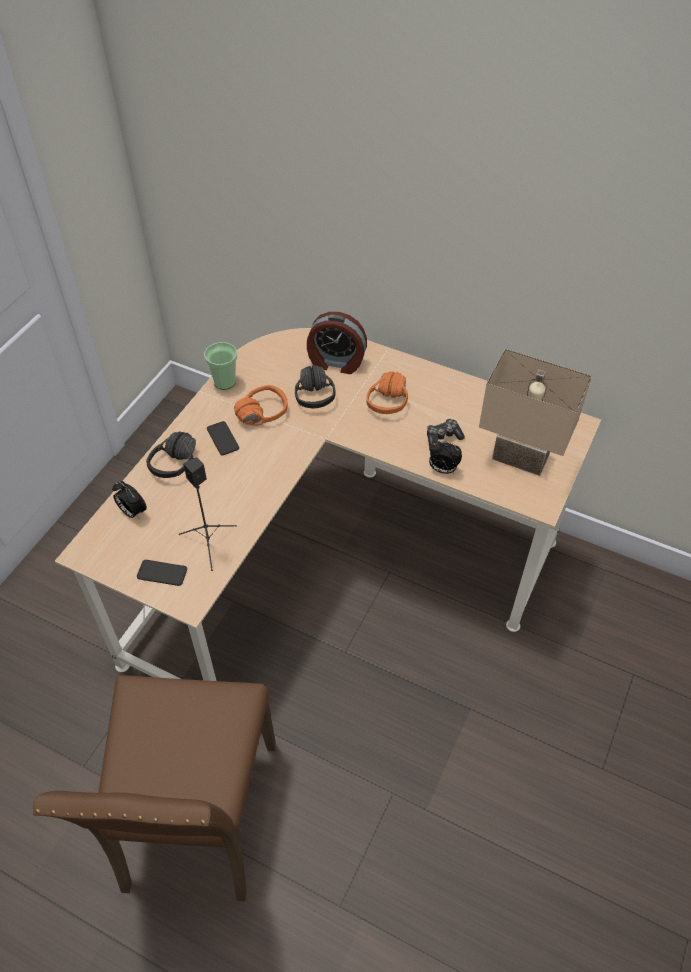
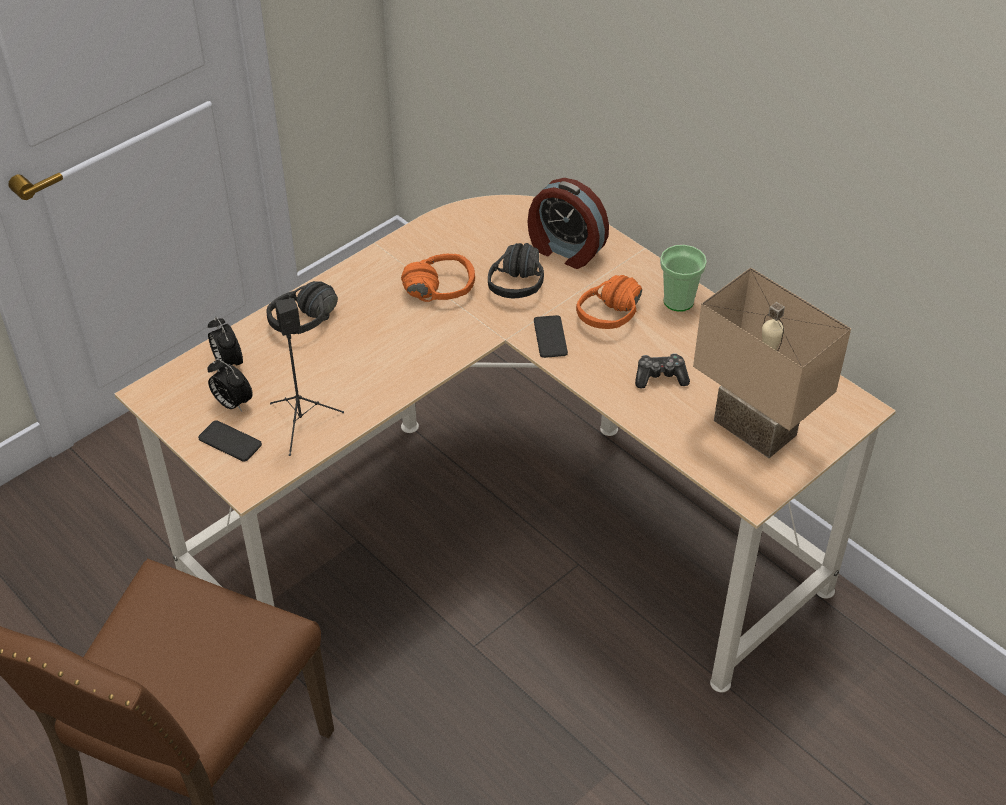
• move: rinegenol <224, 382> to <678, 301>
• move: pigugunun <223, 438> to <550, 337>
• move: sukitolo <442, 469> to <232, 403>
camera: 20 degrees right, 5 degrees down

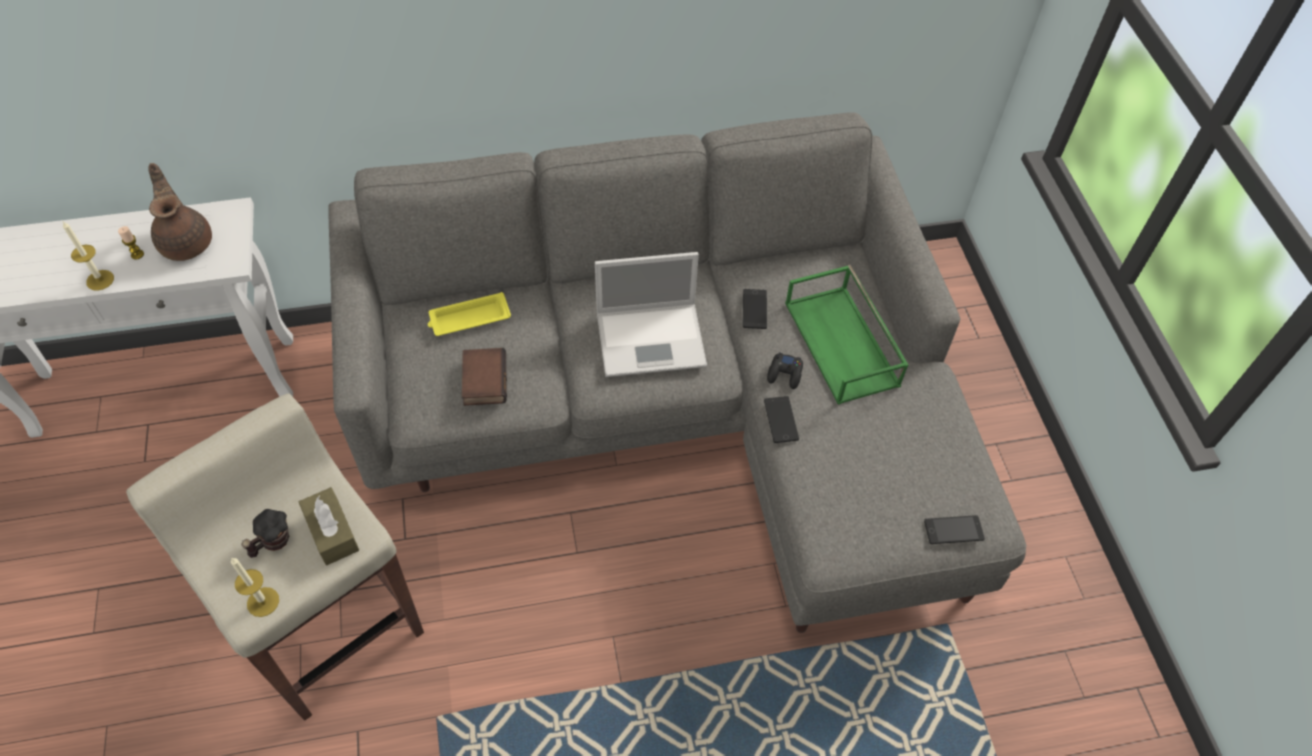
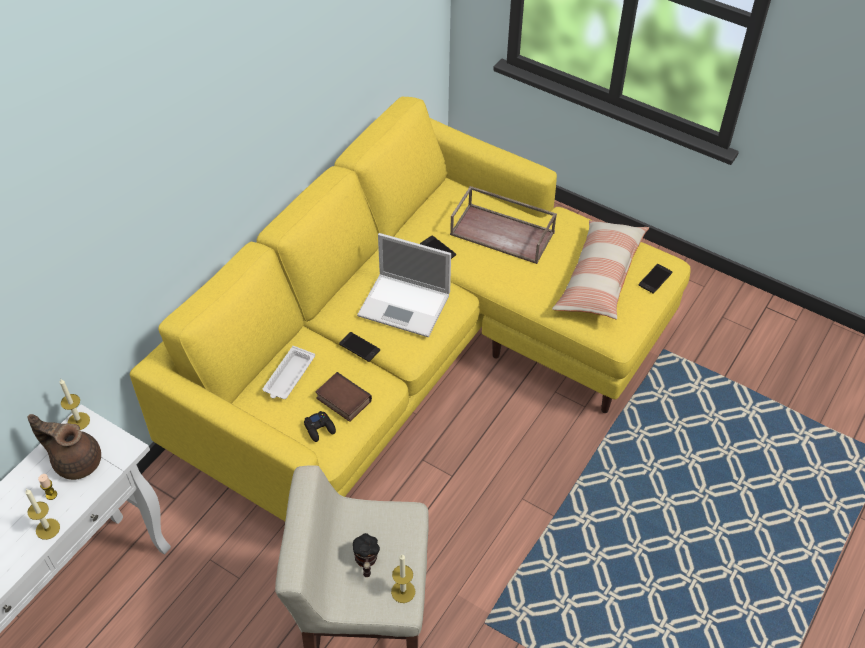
• delete: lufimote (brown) <332, 532>
• insert: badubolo <78, 421>
• insert: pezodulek <600, 278>
• move: pigugunun <781, 420> to <359, 347>
• move: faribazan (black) <785, 374> to <320, 428>
• recolor: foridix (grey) <680, 411> to foridix (yellow) <415, 357>
• recolor: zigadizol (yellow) <468, 319> to zigadizol (white) <289, 376>
• recolor: zigadizol (green) <843, 344> to zigadizol (brown) <503, 233>
• rotate: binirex <653, 339> = <406, 305> 75 degrees clockwise
camera: 45 degrees left, 5 degrees down

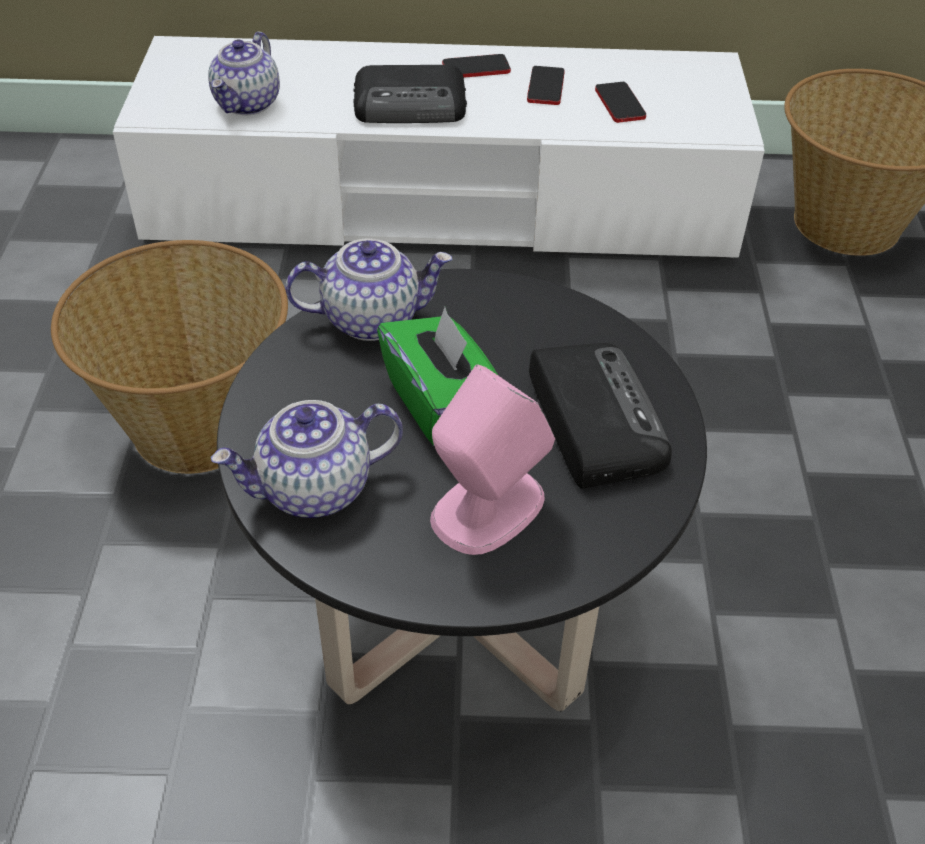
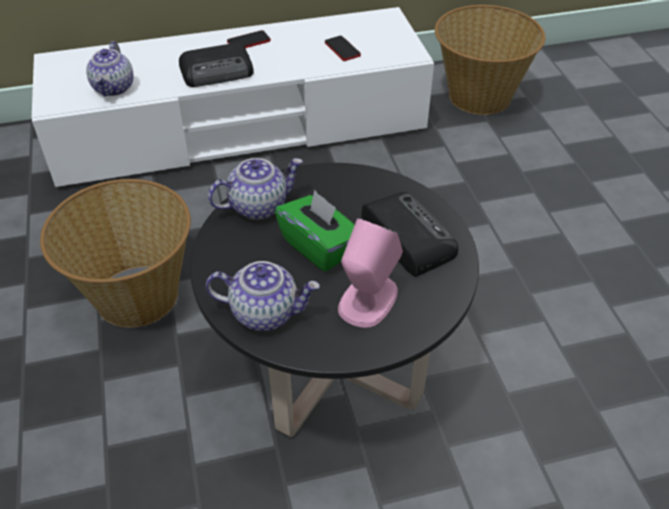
• delete: pigugunun <545, 87>
• rotate: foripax <314, 490> = <265, 312> 135 degrees counterclockwise
camera: 15 degrees left, 0 degrees up

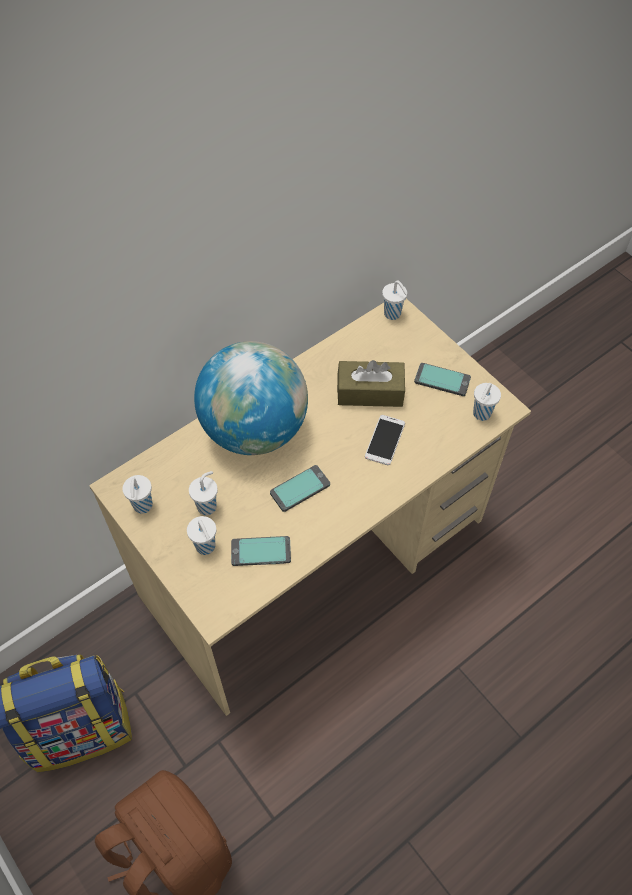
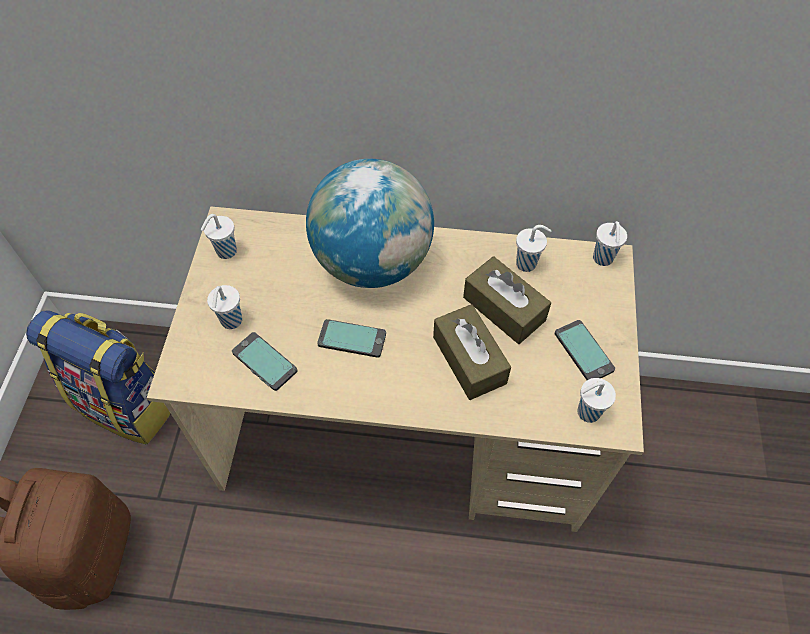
• move: rinegenol (white) <207, 506> to <527, 263>
• replace: pigugunun <385, 440> to lufimote (brown) <469, 360>
camera: 45 degrees right, 0 degrees up

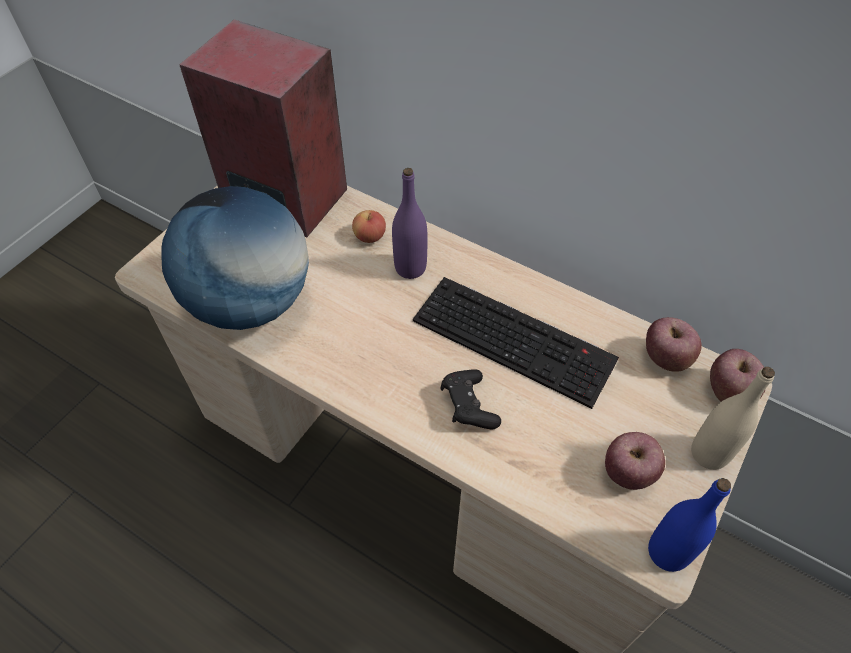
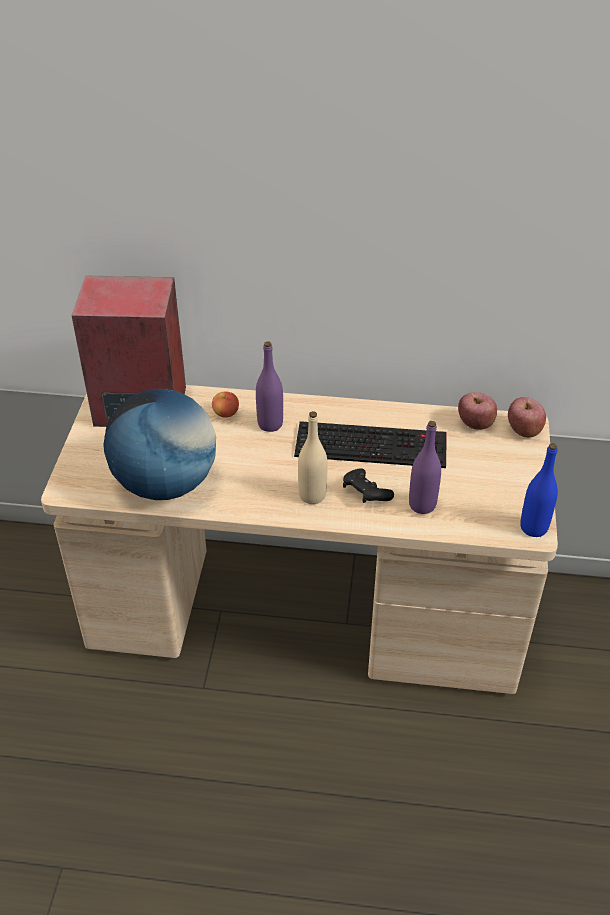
• delete: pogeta <628, 473>
• insert: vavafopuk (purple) <422, 505>
• move: vavafopuk (beige) <709, 453> to <312, 495>
camera: 25 degrees left, 10 degrees down

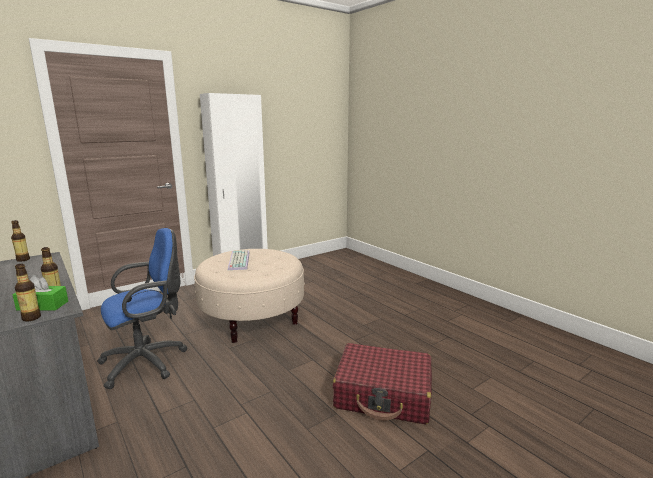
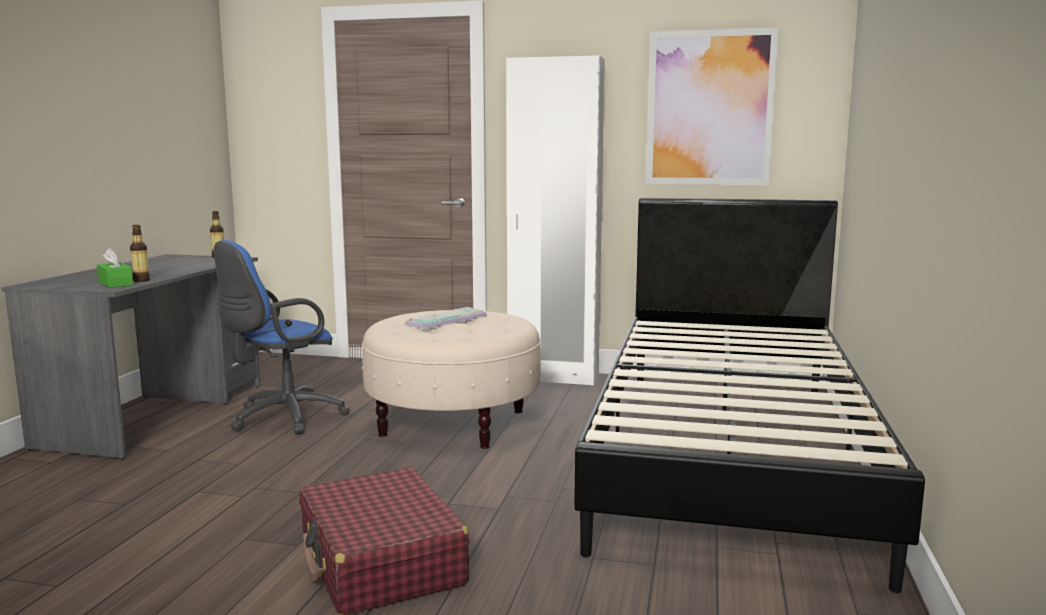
• delete: vavafopuk <31, 318>
• insert: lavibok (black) <729, 452>
• insert: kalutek <709, 108>
• rotate: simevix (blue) <148, 362> = <282, 418> 120 degrees clockwise
camera: 50 degrees right, 5 degrees down

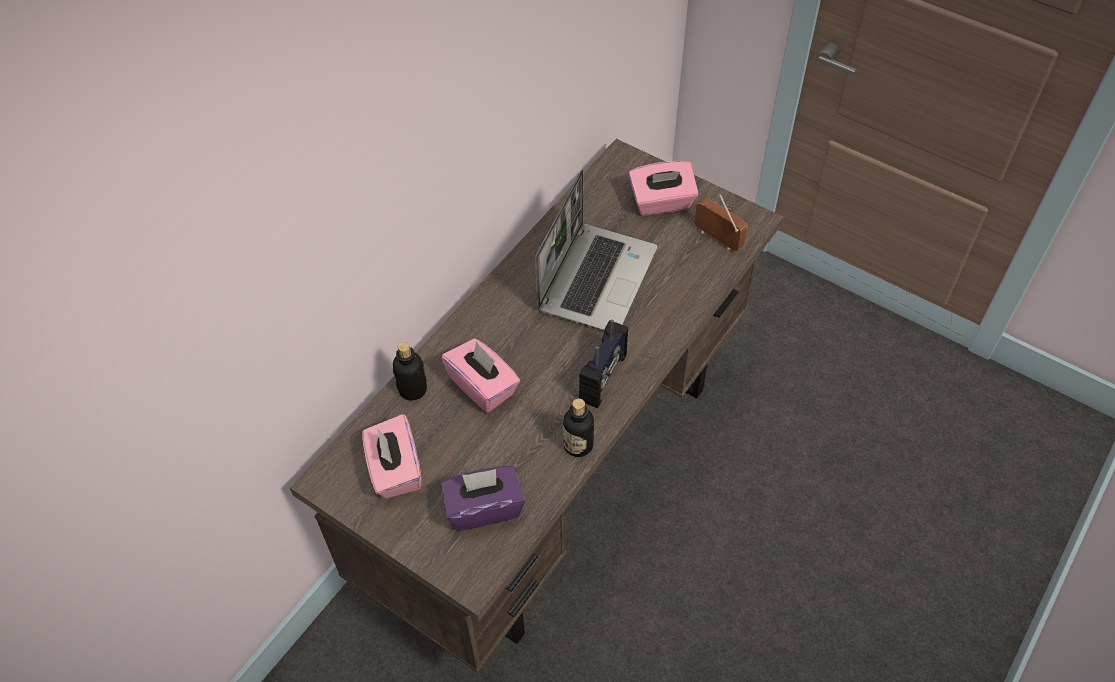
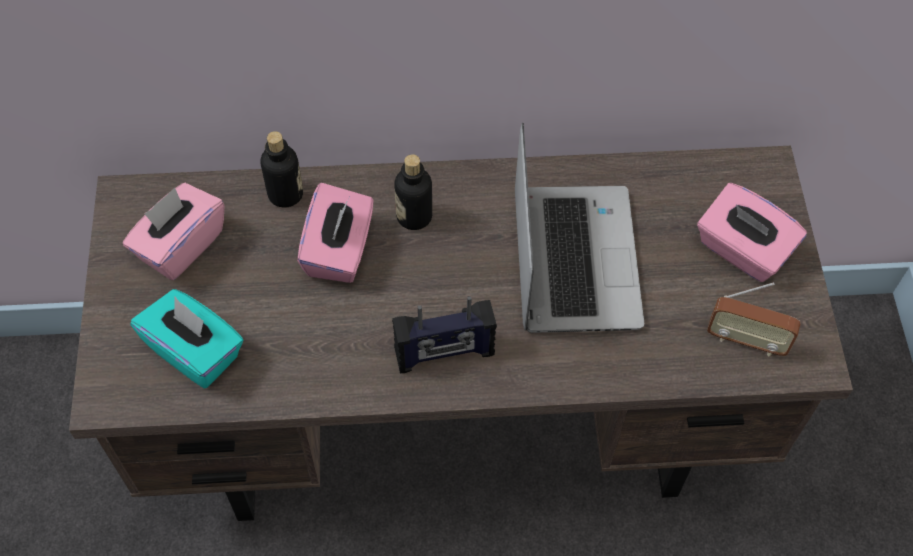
• move: vavafopuk <578, 445> to <414, 216>
• recolor: lufimote (purple) <484, 507> to lufimote (turquoise) <195, 351>
• rotate: binirex <596, 278> = <572, 258> 75 degrees counterclockwise
• rotate: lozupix <717, 238> = <746, 340> 105 degrees clockwise
camera: 50 degrees right, 5 degrees up

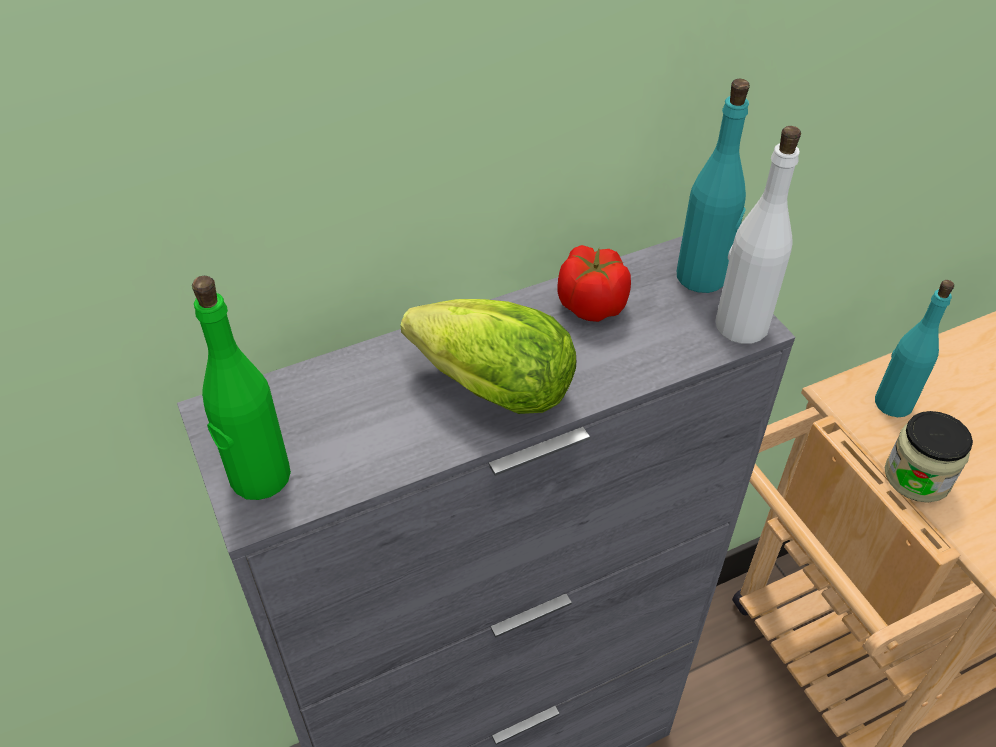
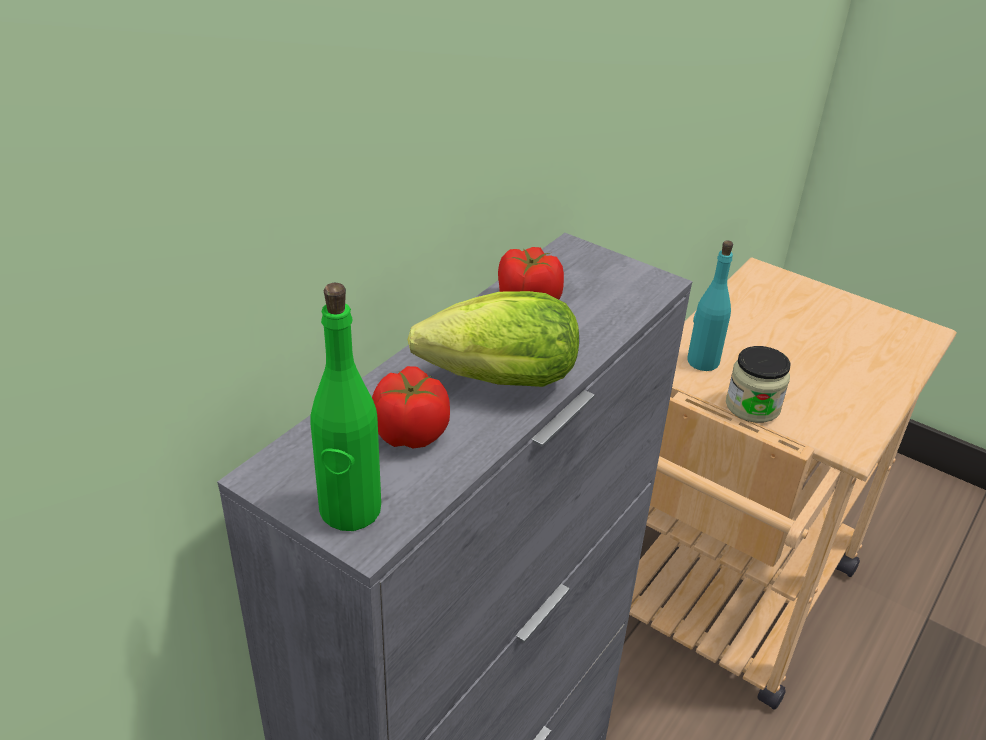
• delete: vavafopuk (turquoise) <702, 276>
• delete: vavafopuk (white) <741, 325>
• insert: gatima <411, 432>
camera: 30 degrees left, 10 degrees down

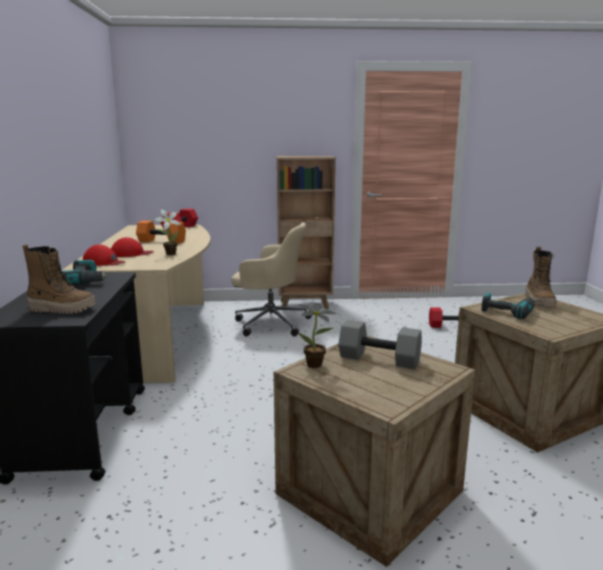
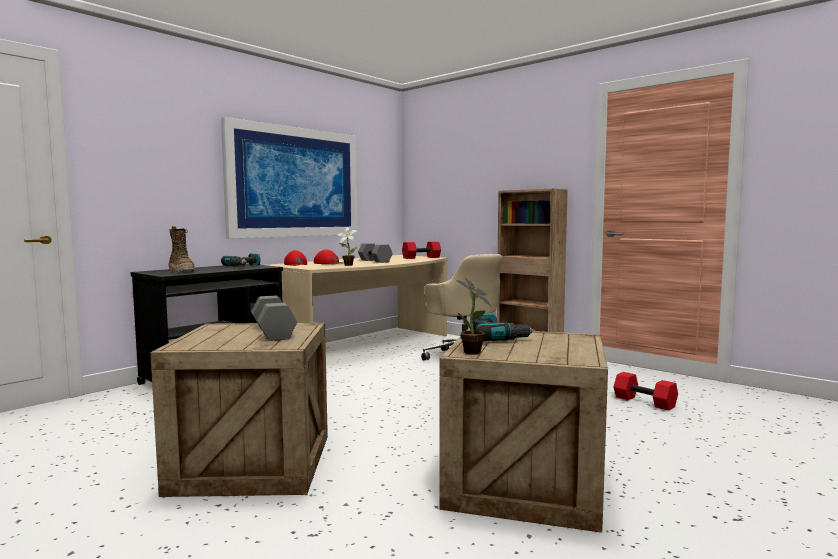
• delete: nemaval <539, 302>
• insert: kalutek <295, 182>
• move: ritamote <317, 365> to <473, 353>
• recolor: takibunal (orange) <162, 241> to takibunal (grey) <375, 261>
camera: 45 degrees right, 10 degrees down

